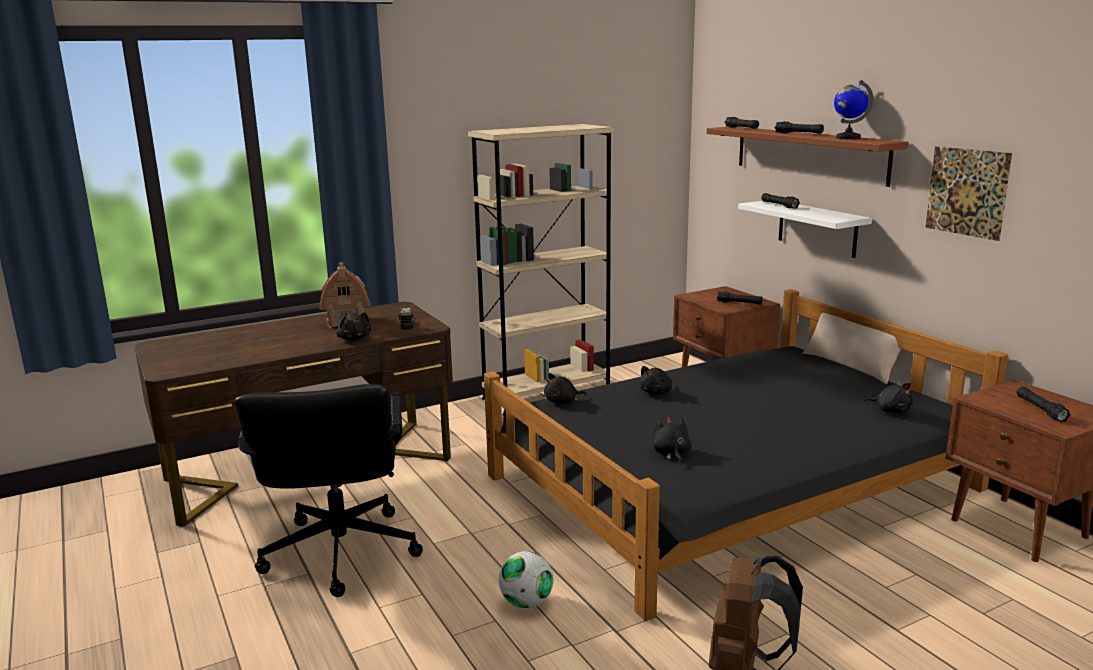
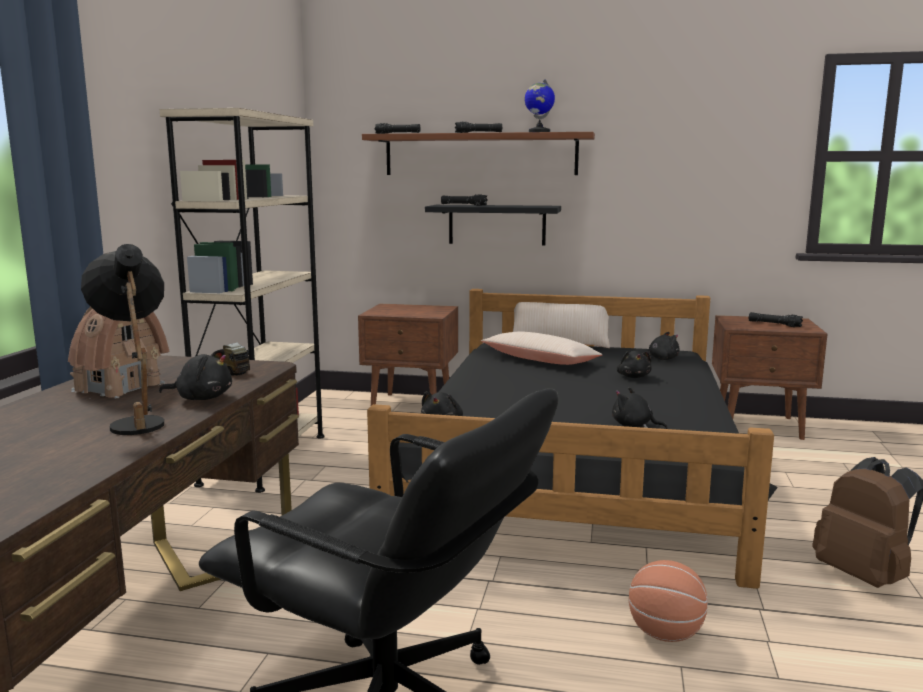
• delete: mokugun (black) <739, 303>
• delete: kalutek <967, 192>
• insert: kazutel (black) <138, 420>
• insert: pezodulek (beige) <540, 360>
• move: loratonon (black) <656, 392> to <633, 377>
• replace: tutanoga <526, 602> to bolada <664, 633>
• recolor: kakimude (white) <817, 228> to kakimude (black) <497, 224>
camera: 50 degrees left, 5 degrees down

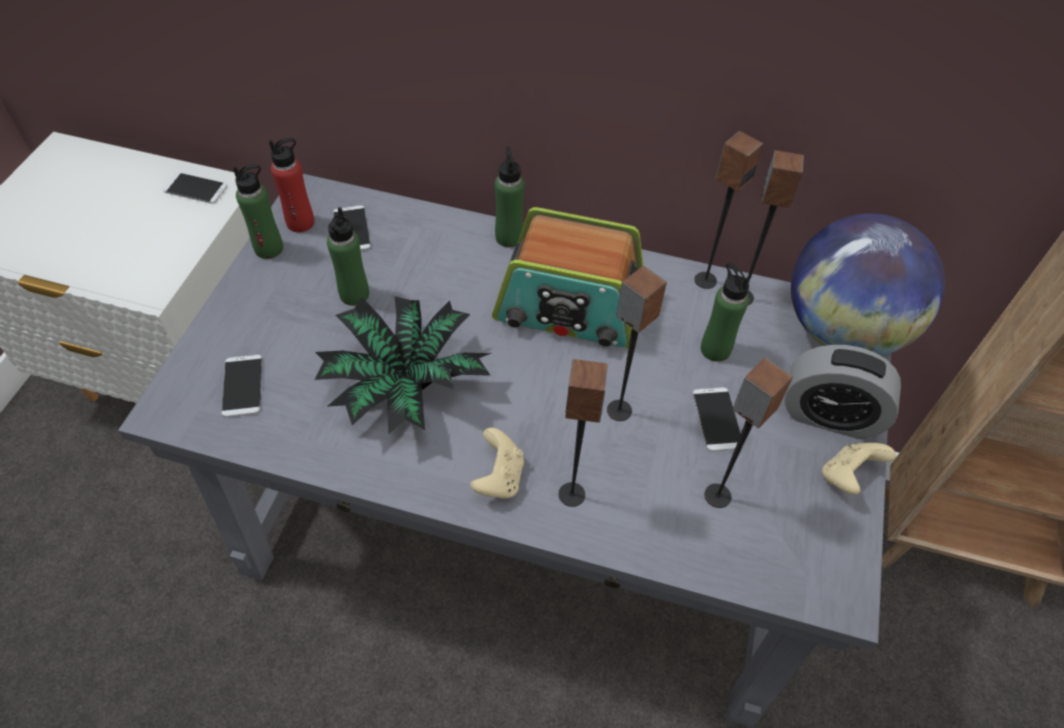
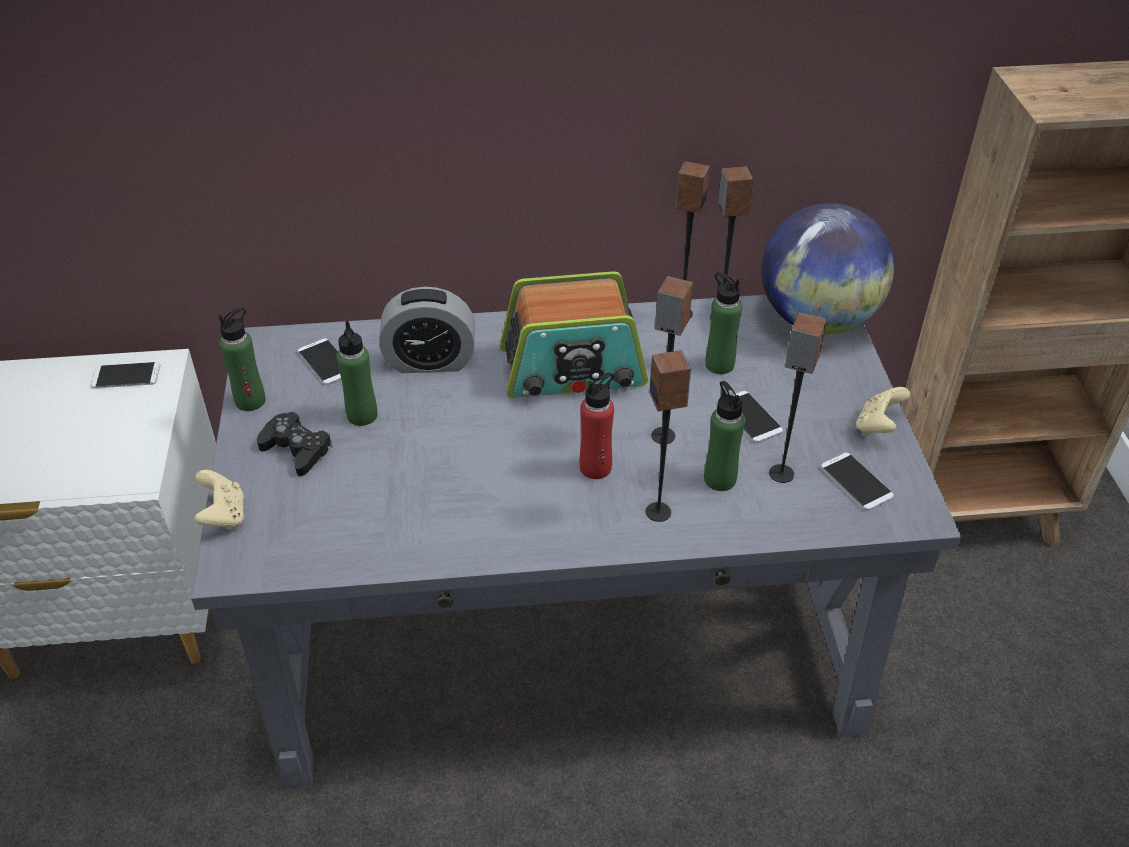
• delete: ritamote <405, 385>
• insert: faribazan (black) <296, 449>
• move: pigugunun <242, 386> to <856, 482>
• move: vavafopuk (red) <300, 222> to <595, 467>
• move: faribazan (beige) <499, 477> to <223, 516>
• move: vavafopuk (green) <509, 237> to <719, 479>
• move: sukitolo <829, 415> to <430, 361>
camera: 20 degrees left, 10 degrees down

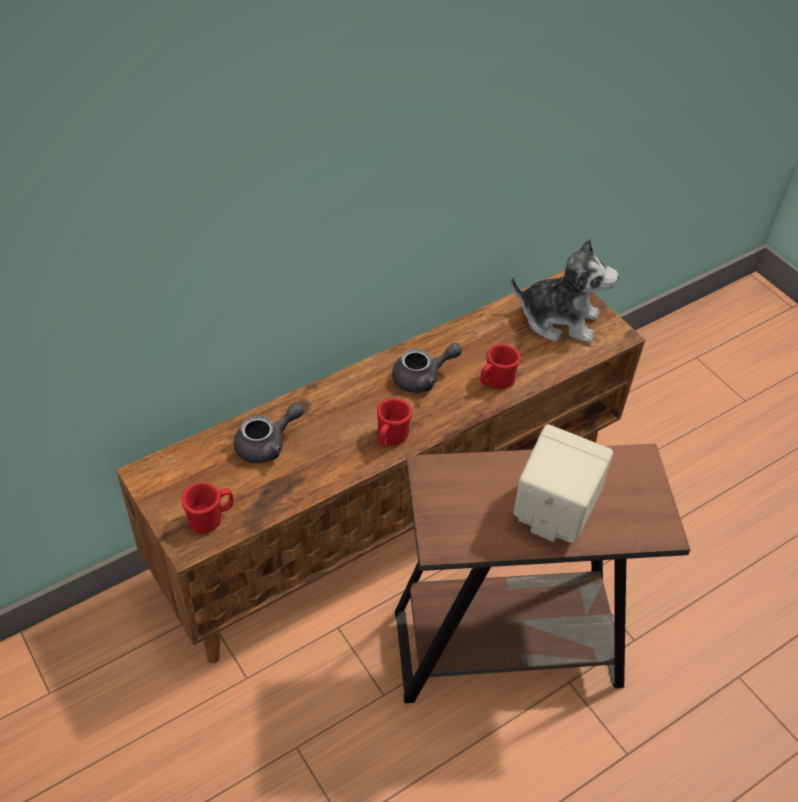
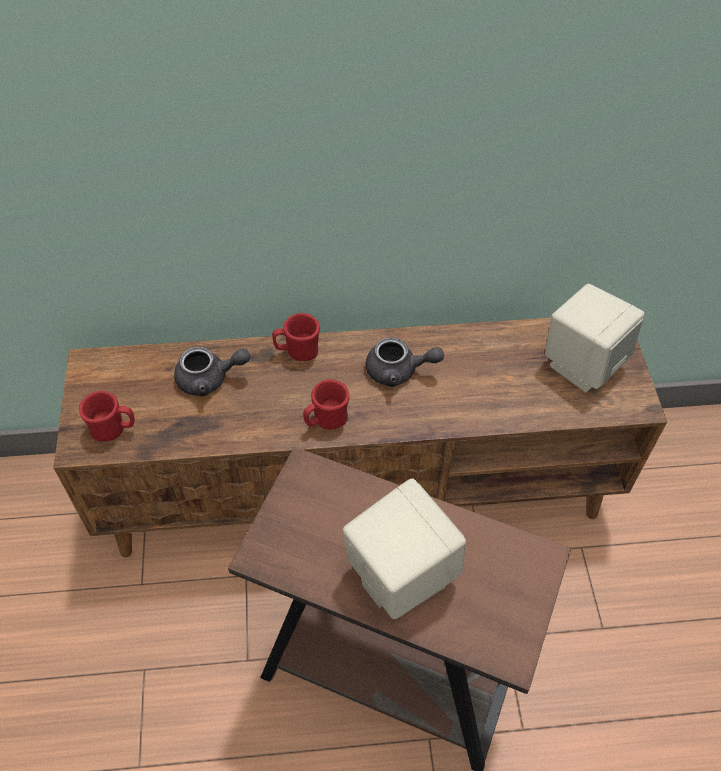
• move: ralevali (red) <495, 382> to <297, 351>
• replace: loratonon <559, 319> to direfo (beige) <582, 363>
camera: 30 degrees right, 5 degrees up

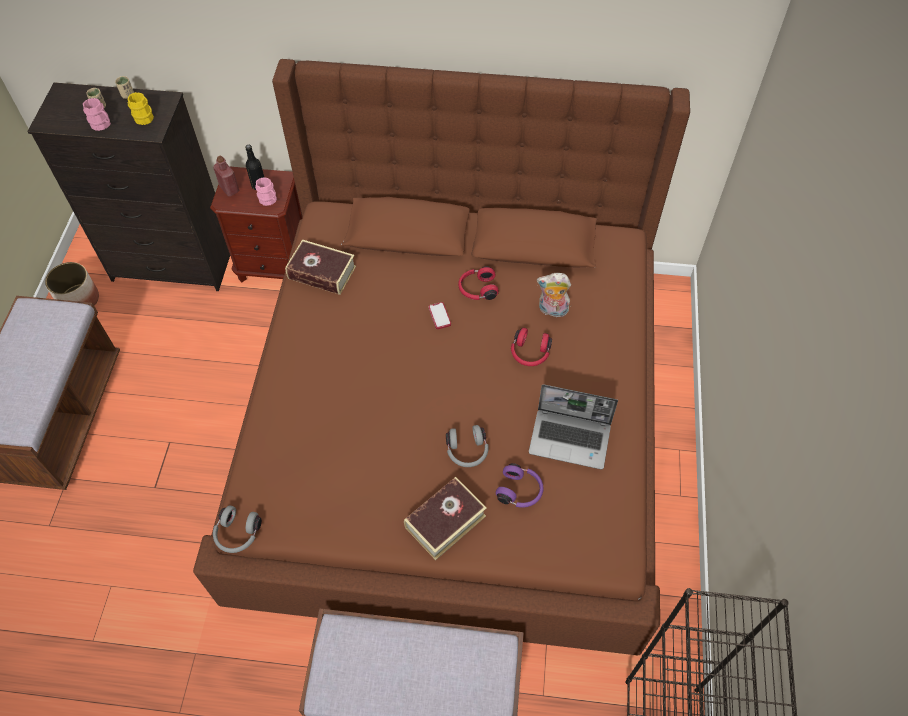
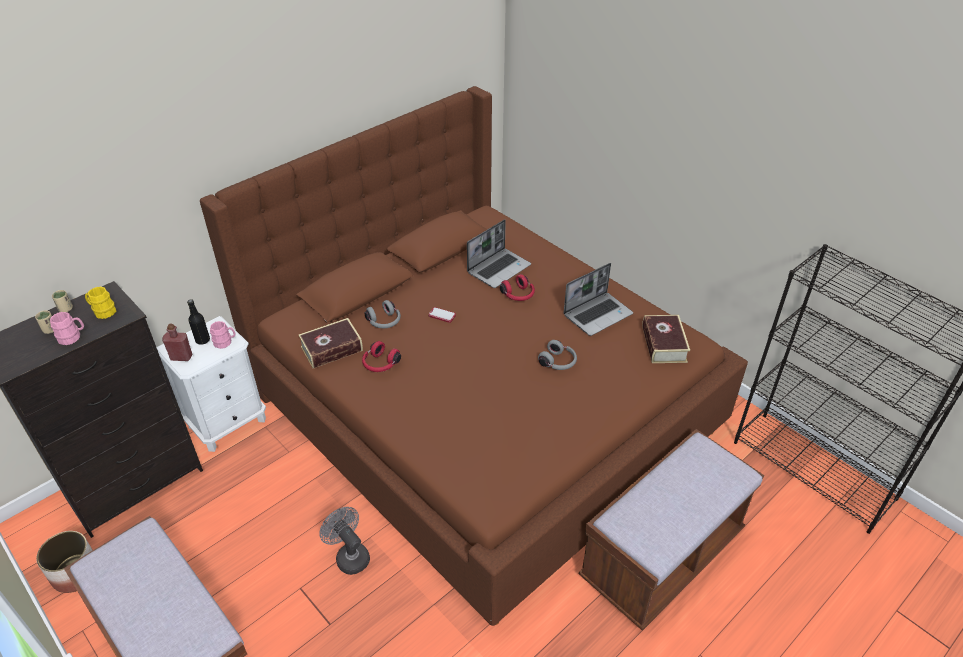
• delete: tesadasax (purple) <520, 491>
• insert: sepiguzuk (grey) <349, 556>
• move: tesadasax (grey) <237, 534> to <384, 322>
• move: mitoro <445, 521> to <663, 344>
• move: tesadasax (red) <477, 289> to <380, 364>
• replace: loratonon <552, 310> to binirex <499, 268>
• recolor: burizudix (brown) <274, 265> to burizudix (white) <227, 422>
camera: 50 degrees left, 15 degrees down

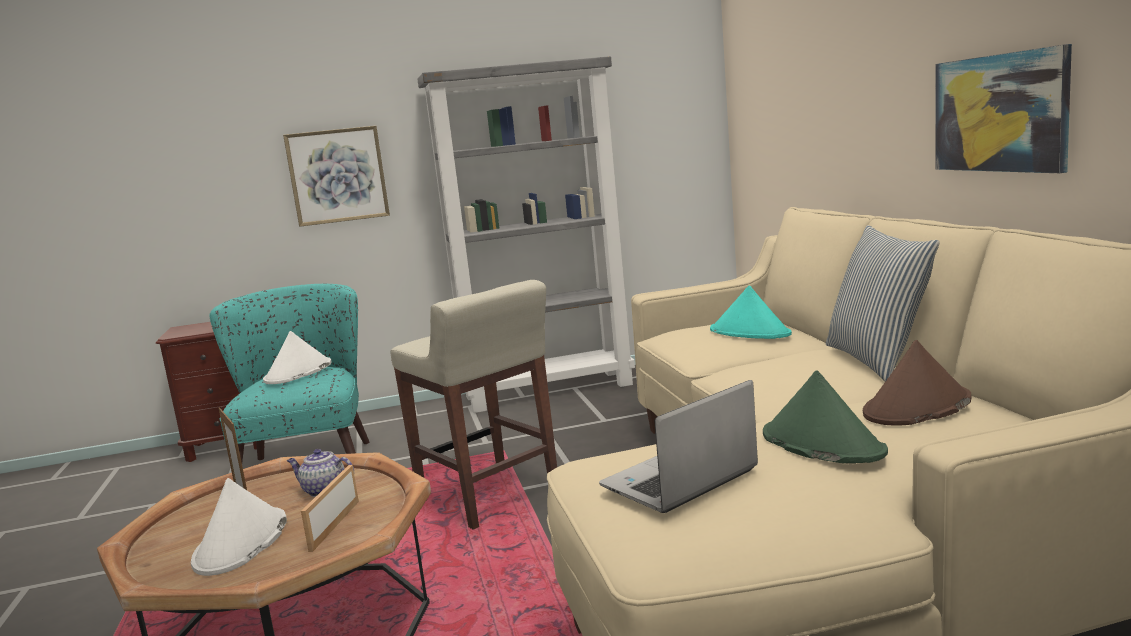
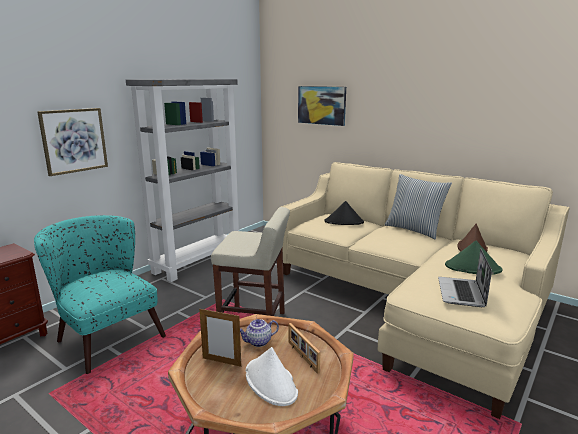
• delete: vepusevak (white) <298, 372>
• move: kalutek <999, 113> to <321, 105>
• recolor: vepusevak (turquoise) <750, 332> to vepusevak (black) <344, 222>
camera: 40 degrees left, 5 degrees up

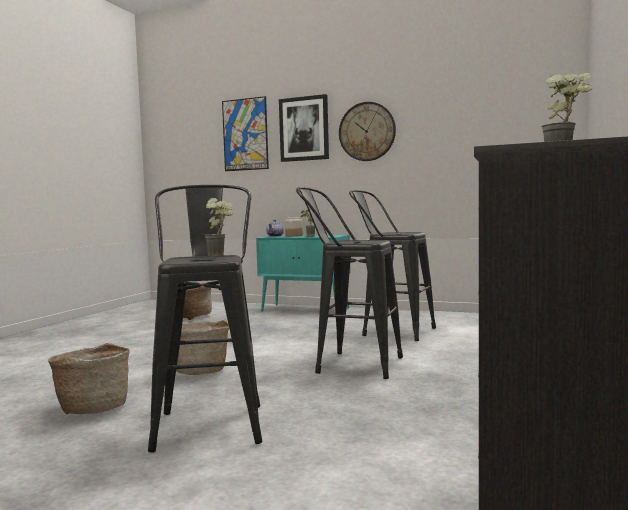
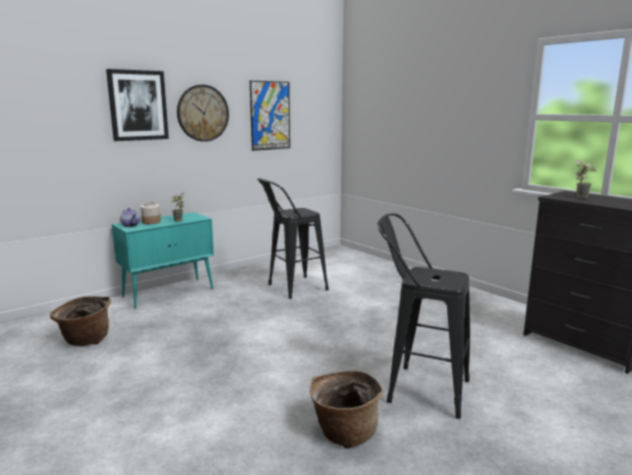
• delete: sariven <200, 371>
• delete: ritamote <221, 256>
• delete: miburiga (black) <350, 364>
• move: kalutek <245, 134> to <270, 115>
camera: 60 degrees left, 10 degrees up

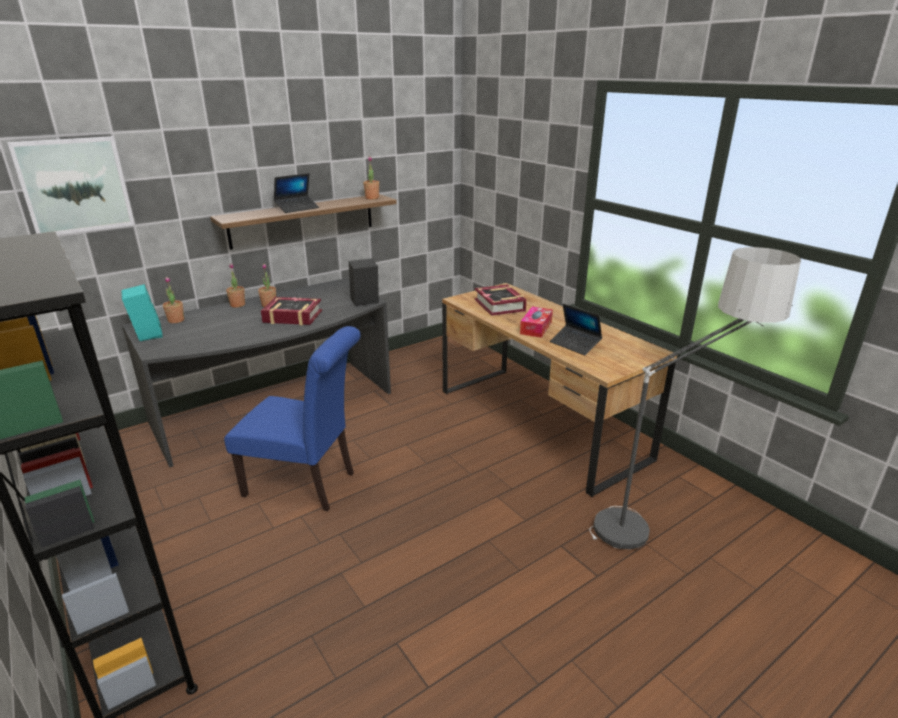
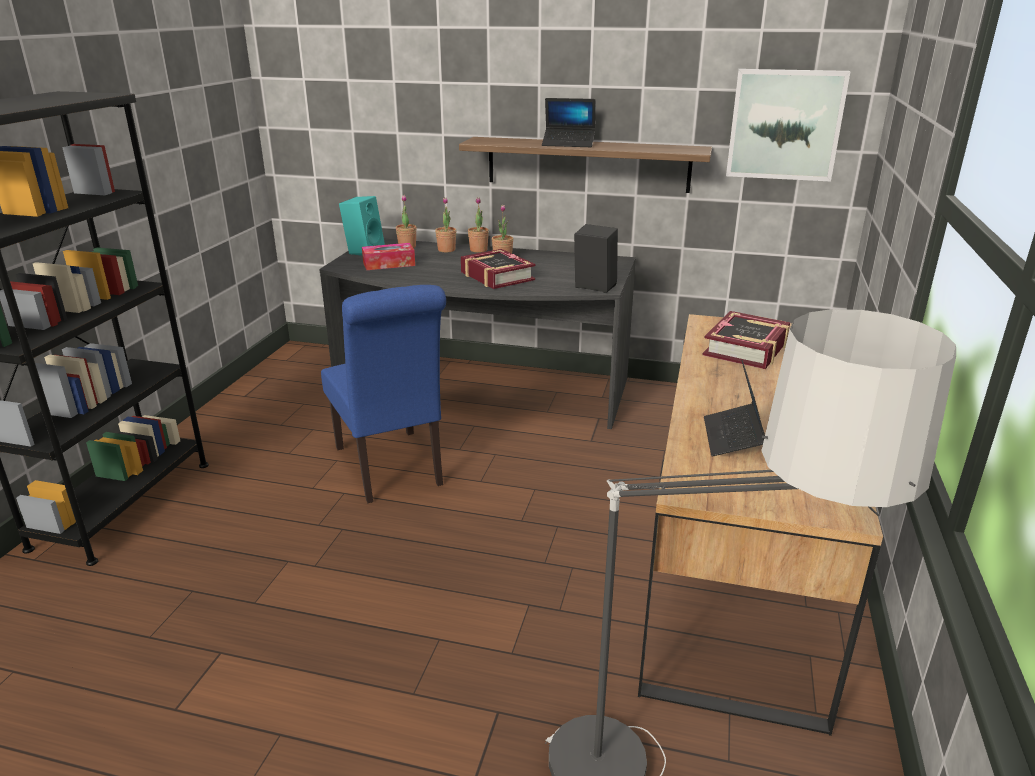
• move: kalutek <75, 185> to <785, 125>
• move: ritamote <372, 198> to <446, 250>
• move: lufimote <536, 328> to <389, 264>
camera: 50 degrees right, 0 degrees up

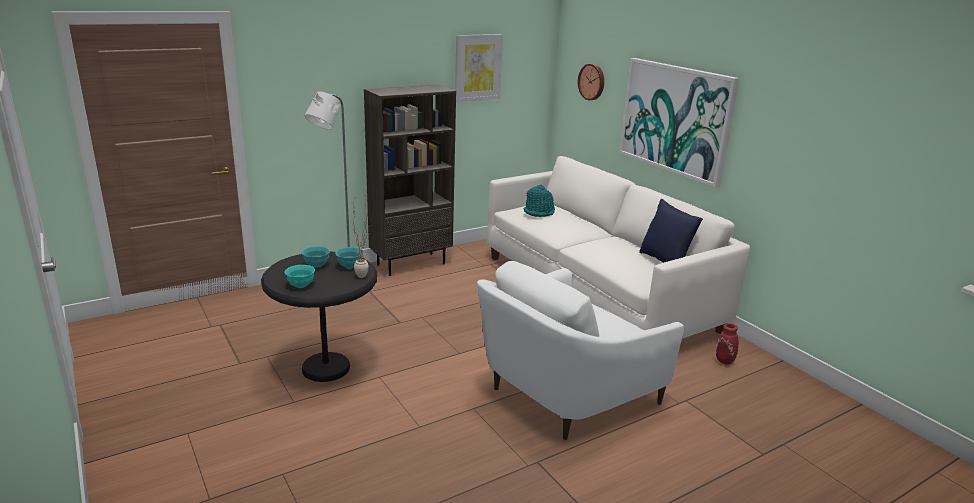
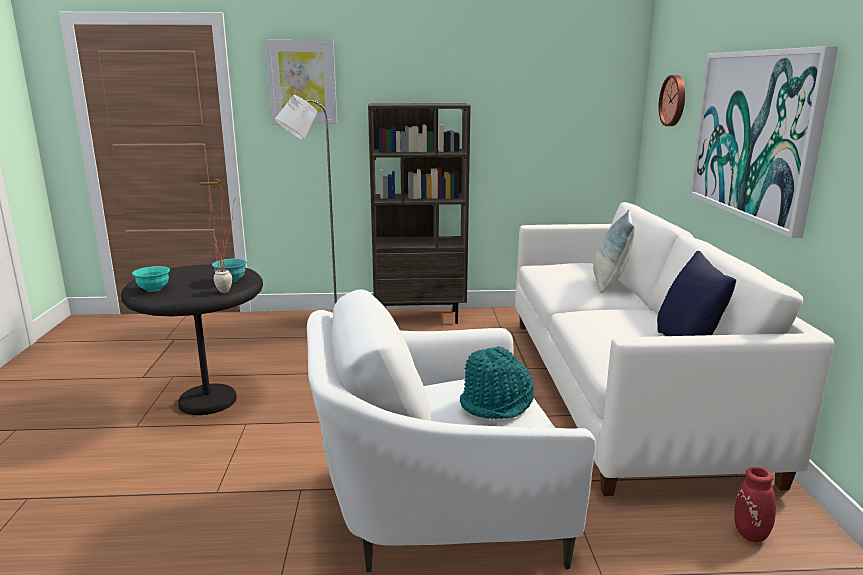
• delete: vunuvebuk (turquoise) <316, 265>
• insert: pezodulek <609, 283>
• move: kalutek <478, 67> to <302, 82>
• move: vepusevak (turquoise) <539, 212> to <497, 404>
camera: 30 degrees right, 5 degrees down

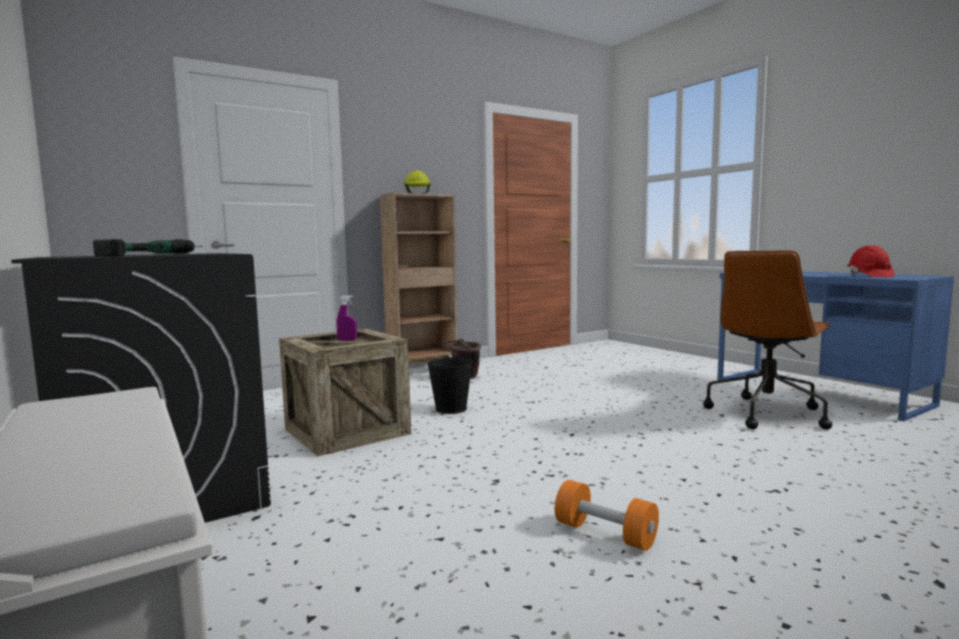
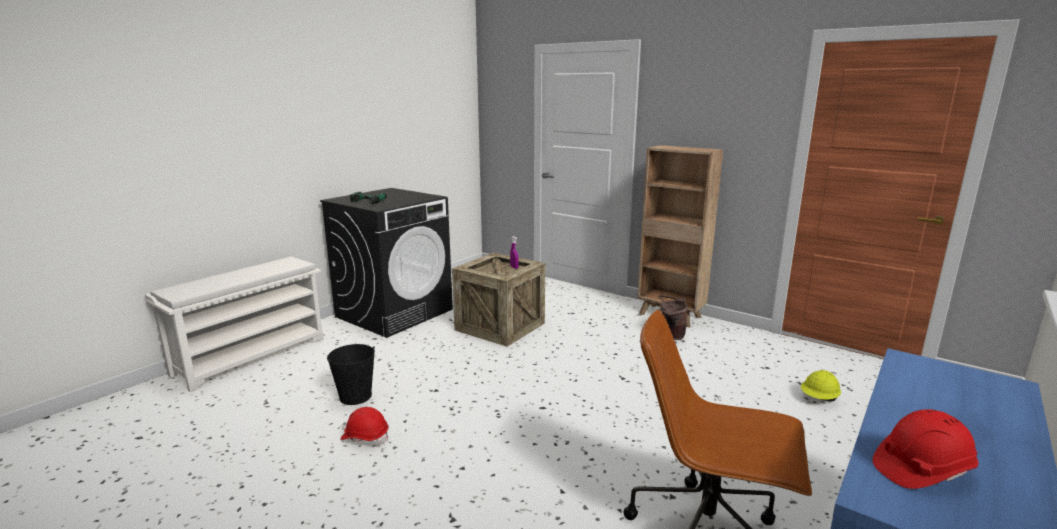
• move: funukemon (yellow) <418, 194> to <819, 399>
• move: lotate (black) <450, 409> to <355, 396>
• replace: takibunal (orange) <605, 534> to funukemon (red) <365, 437>
camera: 70 degrees right, 10 degrees up

